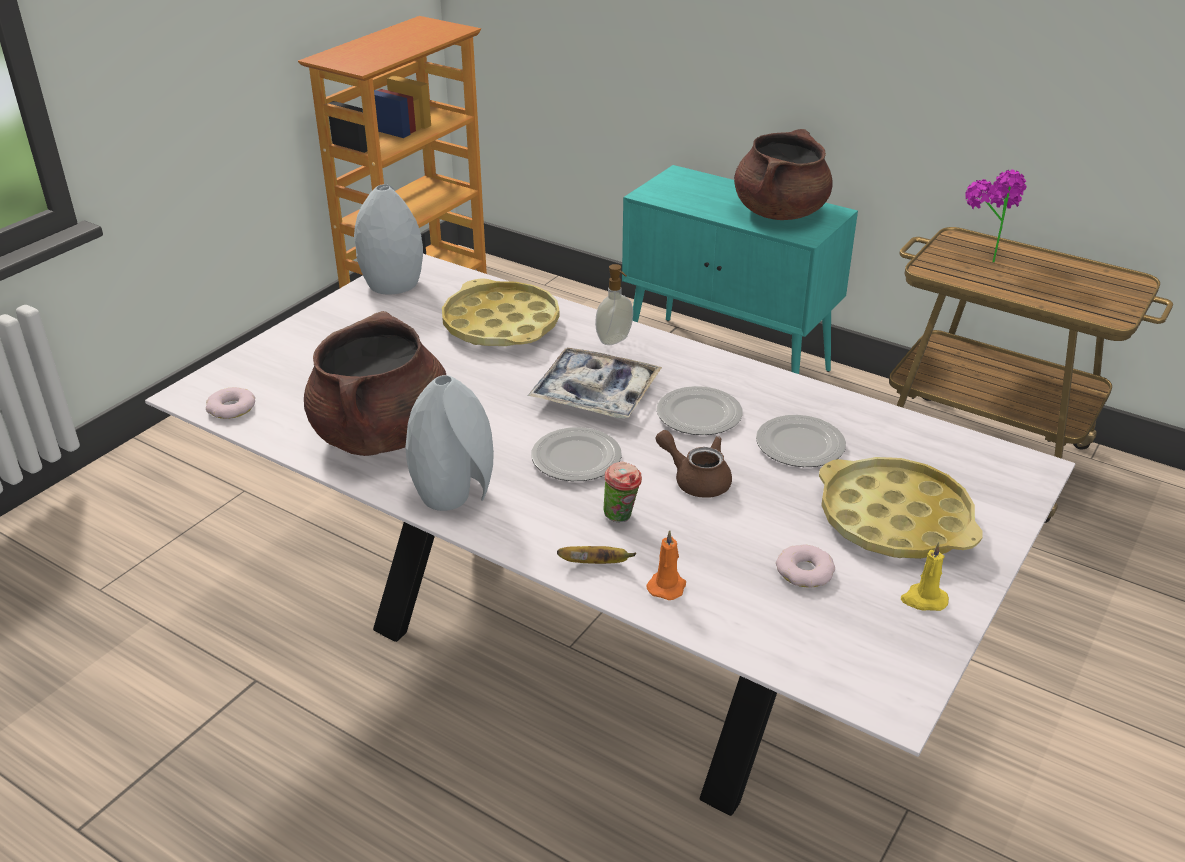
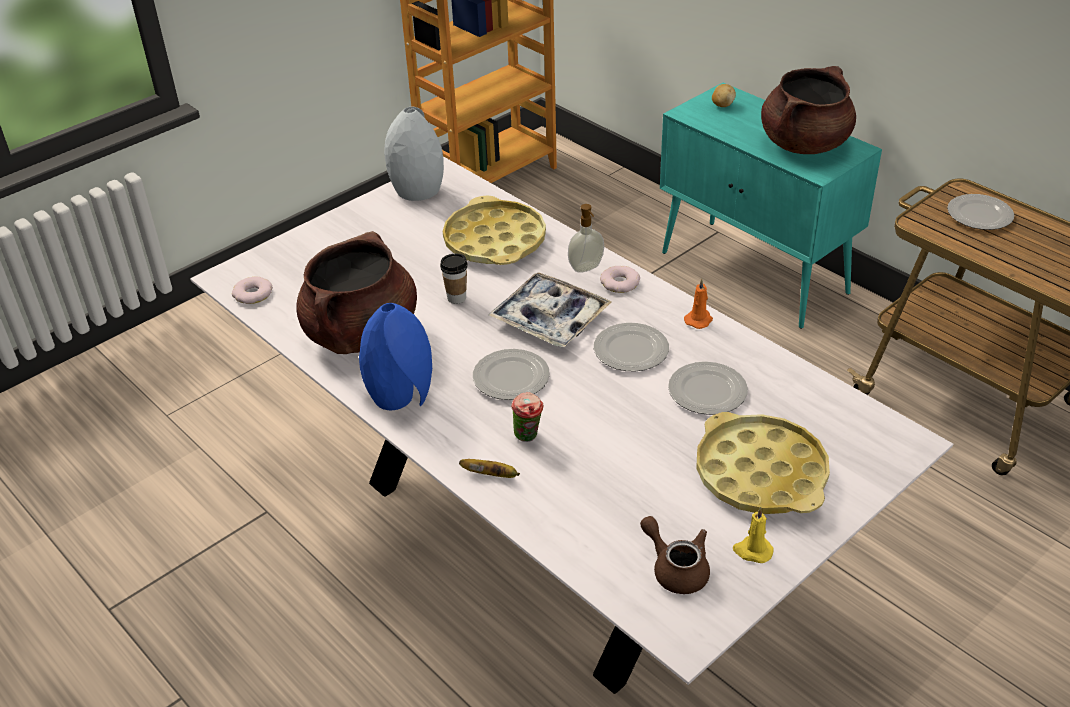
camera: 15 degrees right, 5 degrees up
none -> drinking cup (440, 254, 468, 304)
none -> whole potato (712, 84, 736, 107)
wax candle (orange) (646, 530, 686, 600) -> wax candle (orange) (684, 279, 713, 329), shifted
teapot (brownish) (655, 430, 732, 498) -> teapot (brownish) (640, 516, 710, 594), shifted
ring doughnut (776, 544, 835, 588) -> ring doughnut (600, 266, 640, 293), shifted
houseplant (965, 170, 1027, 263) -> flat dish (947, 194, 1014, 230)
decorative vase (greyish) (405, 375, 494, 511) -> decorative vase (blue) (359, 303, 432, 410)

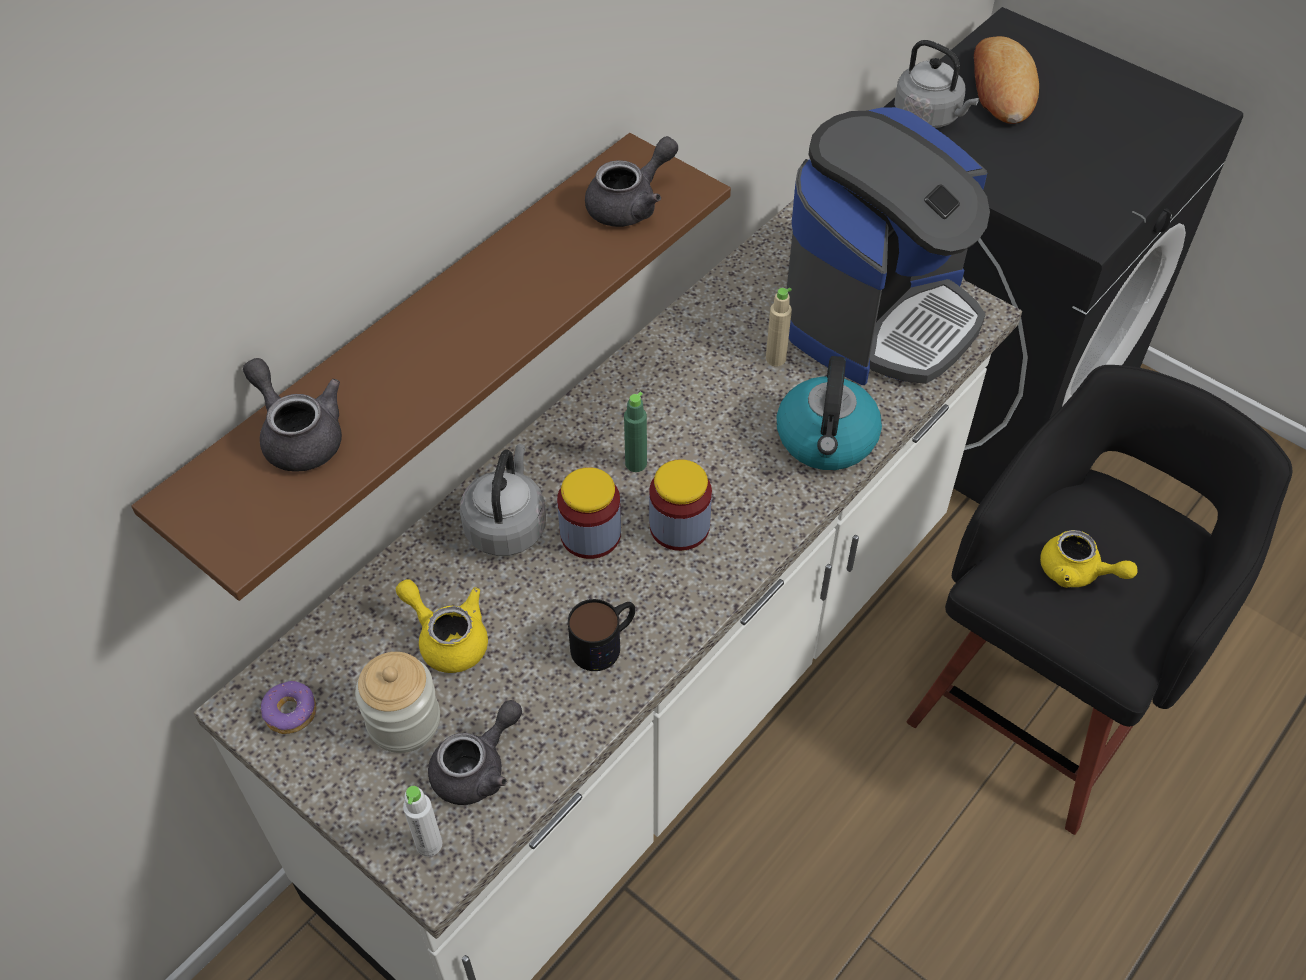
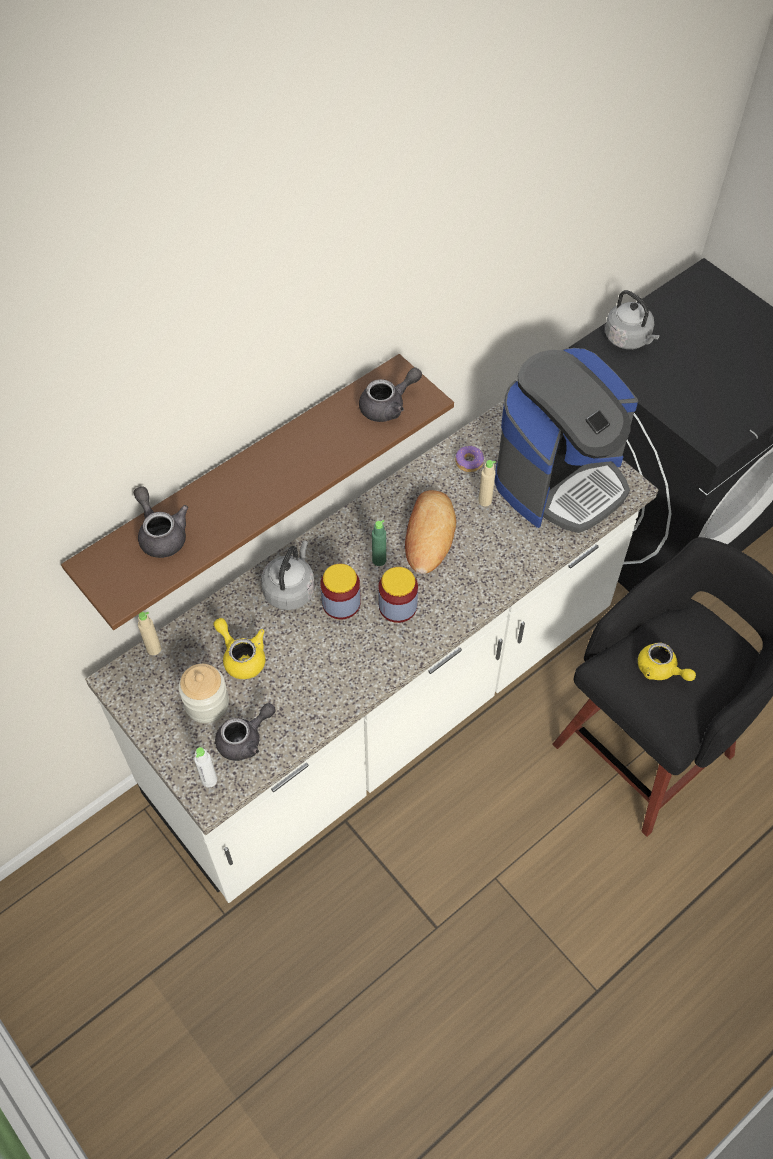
camera: 10 degrees right, 5 degrees up
mug (568, 599, 635, 671) -> none
tea kettle (777, 356, 882, 470) -> none
none -> bottle (sand-coloured) (138, 612, 161, 655)
ring doughnut (261, 681, 316, 734) -> ring doughnut (455, 446, 484, 472), shifted
baked bread (974, 36, 1039, 124) -> baked bread (405, 490, 456, 574), shifted

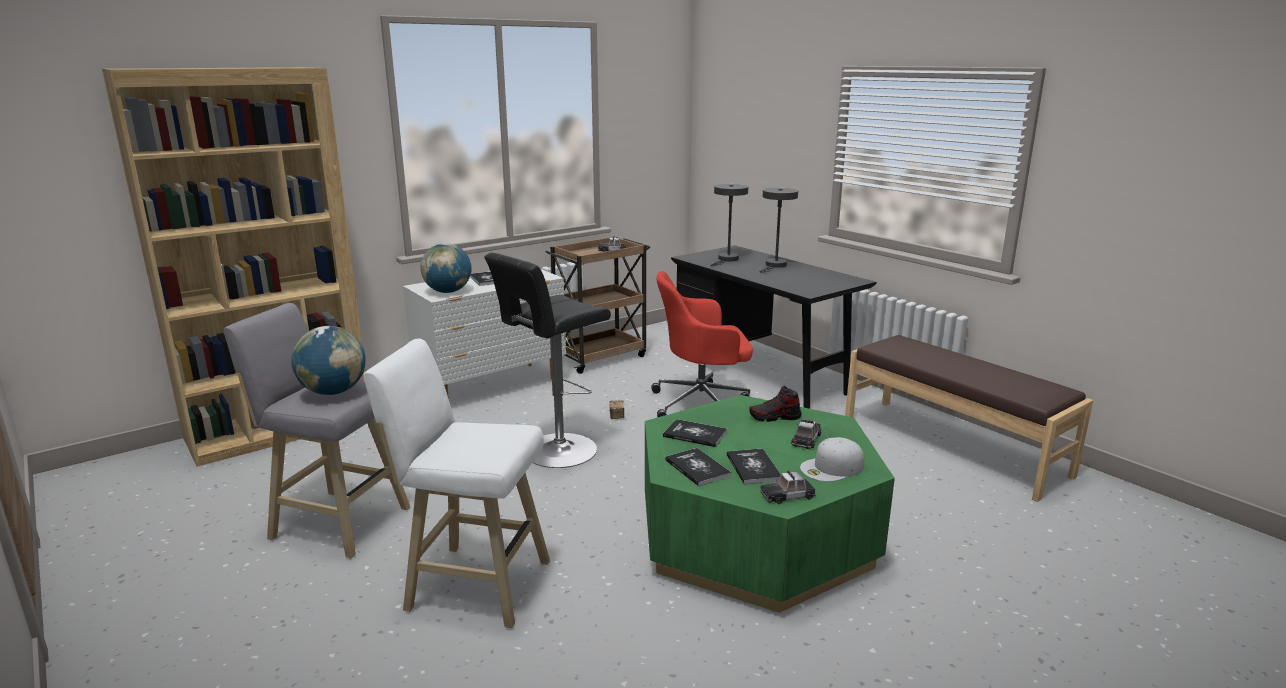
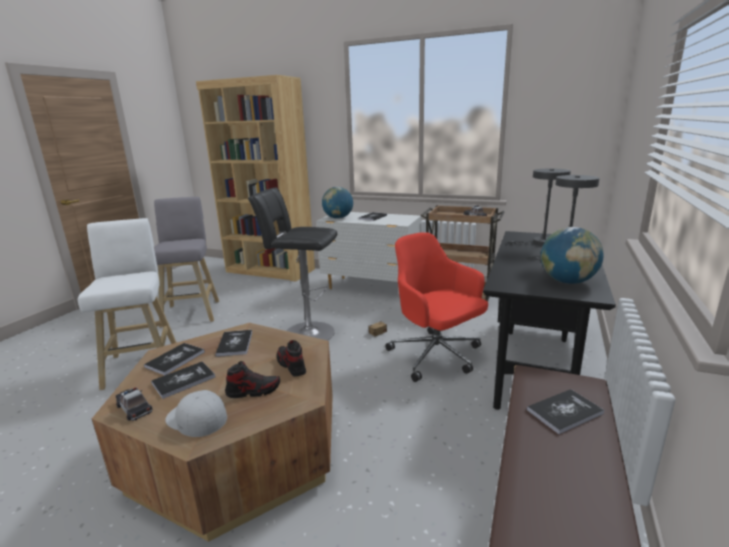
camera: 60 degrees right, 0 degrees up
none -> bound book (527, 389, 604, 434)
desk globe (291, 326, 366, 395) -> desk globe (541, 227, 603, 284), shifted
model car (791, 419, 821, 449) -> shoe (225, 361, 280, 398)
lounge table (greenish) (645, 395, 895, 613) -> lounge table (brownish) (92, 323, 333, 542)

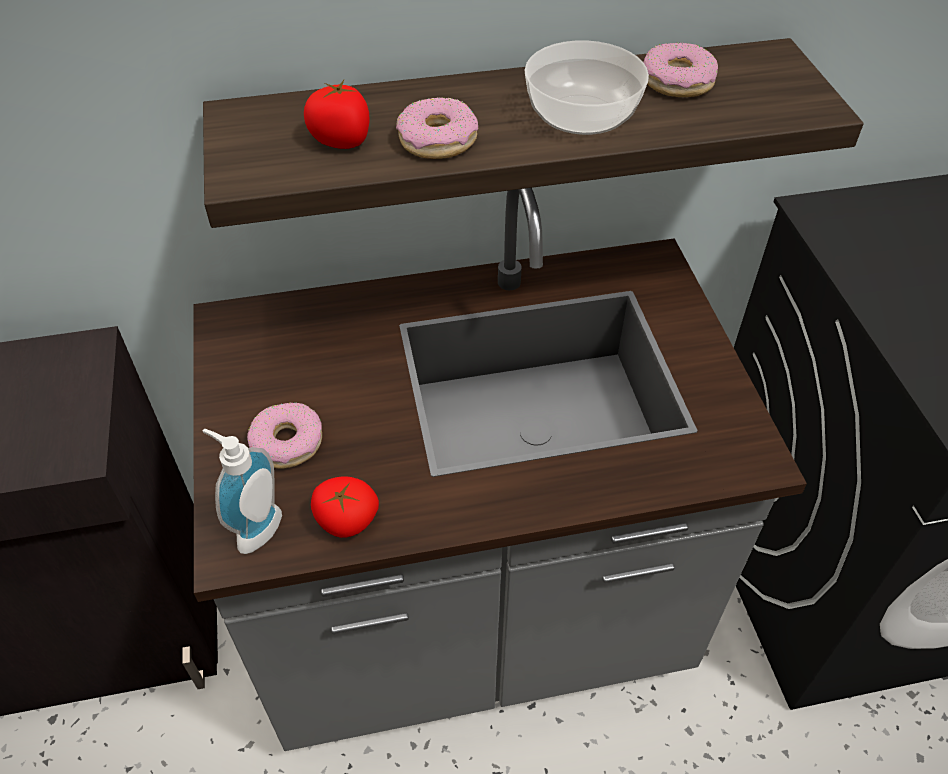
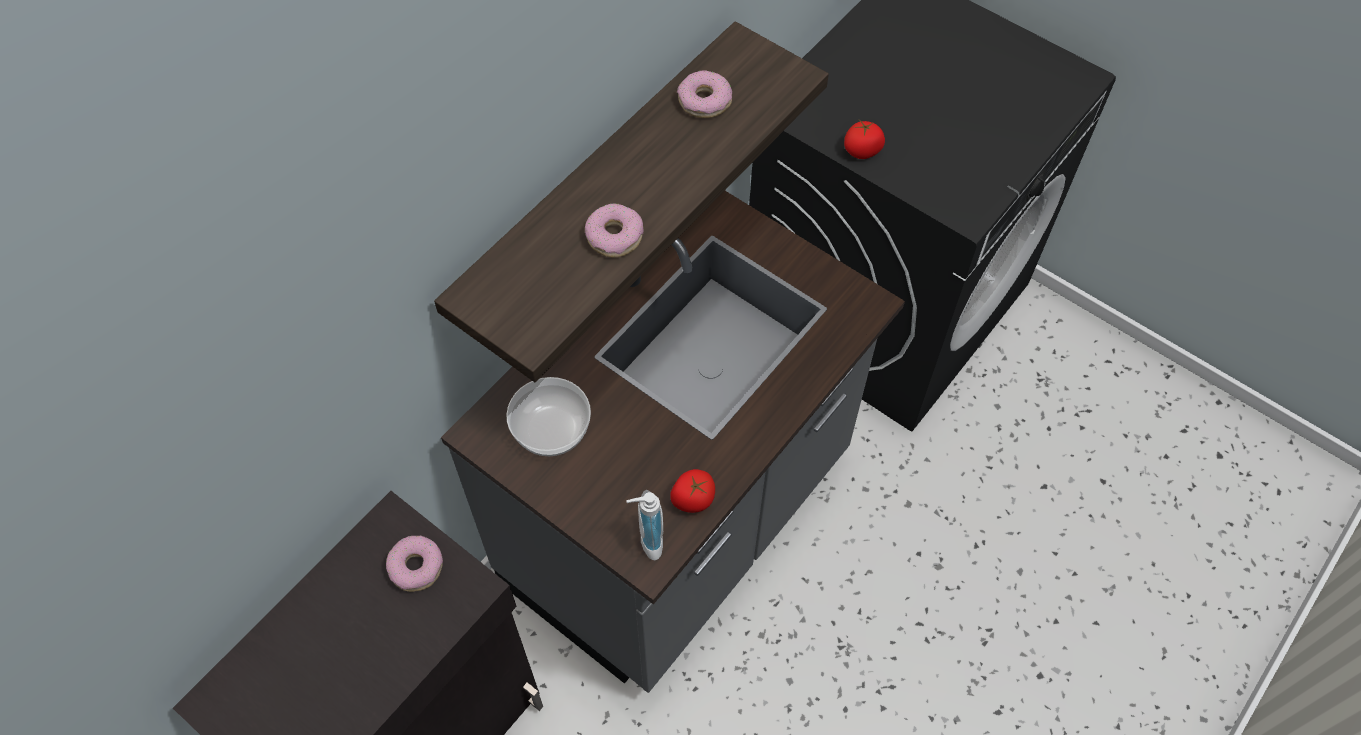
camera: 40 degrees left, 10 degrees up
ring doughnut (247, 403, 322, 469) -> ring doughnut (386, 536, 443, 592), shifted
fresh tomato (304, 80, 370, 149) -> fresh tomato (844, 121, 885, 159), shifted
deep dish (525, 40, 649, 135) -> deep dish (506, 377, 591, 456), shifted

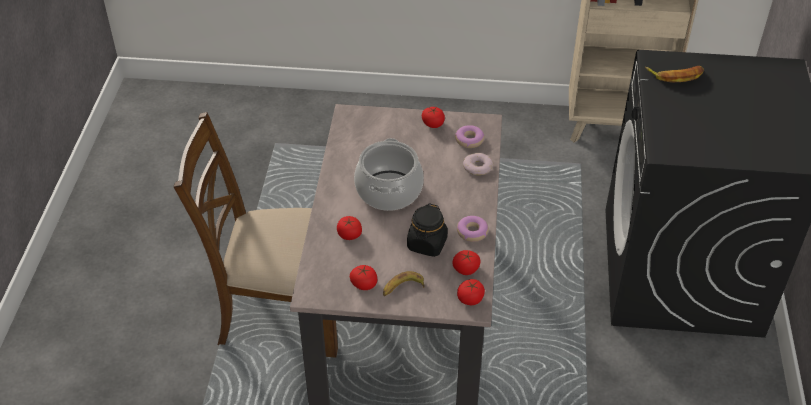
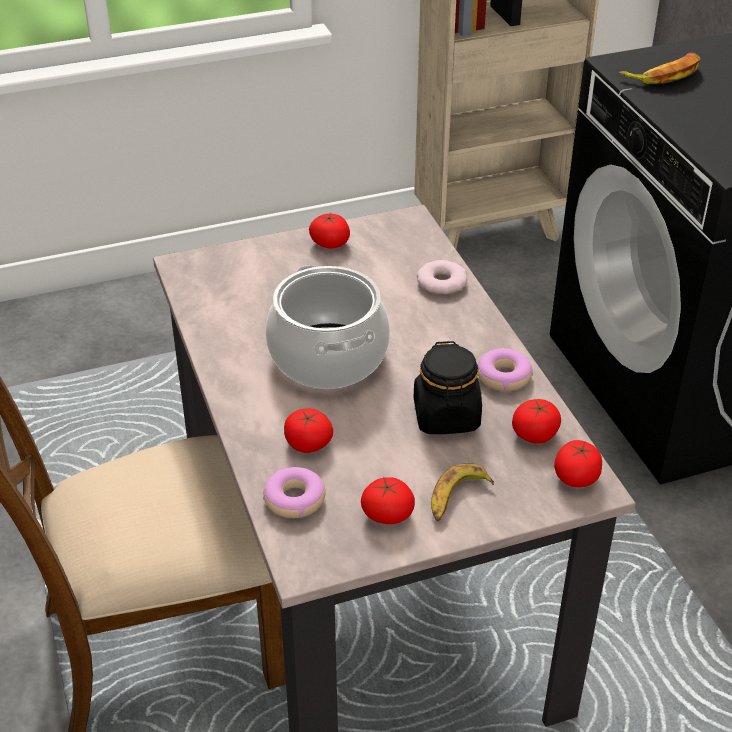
camera: 25 degrees left, 5 degrees down
ring doughnut (455, 125, 485, 148) -> ring doughnut (263, 467, 326, 518), shifted

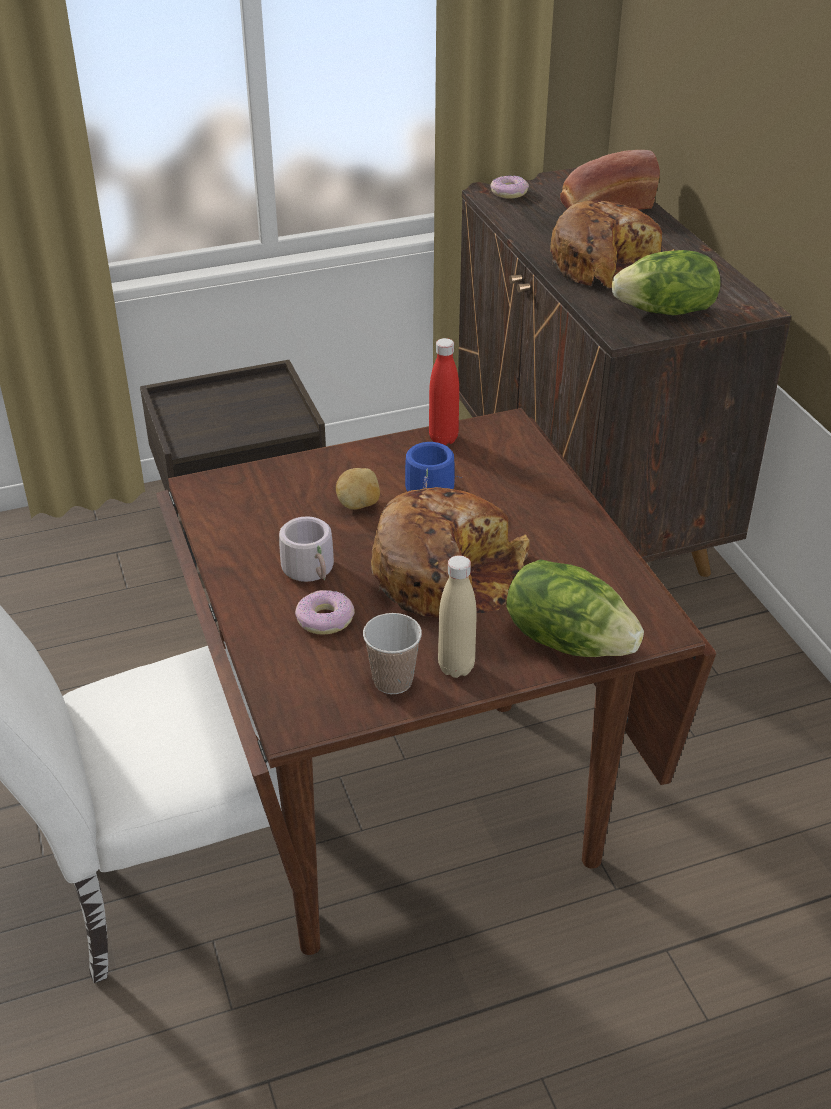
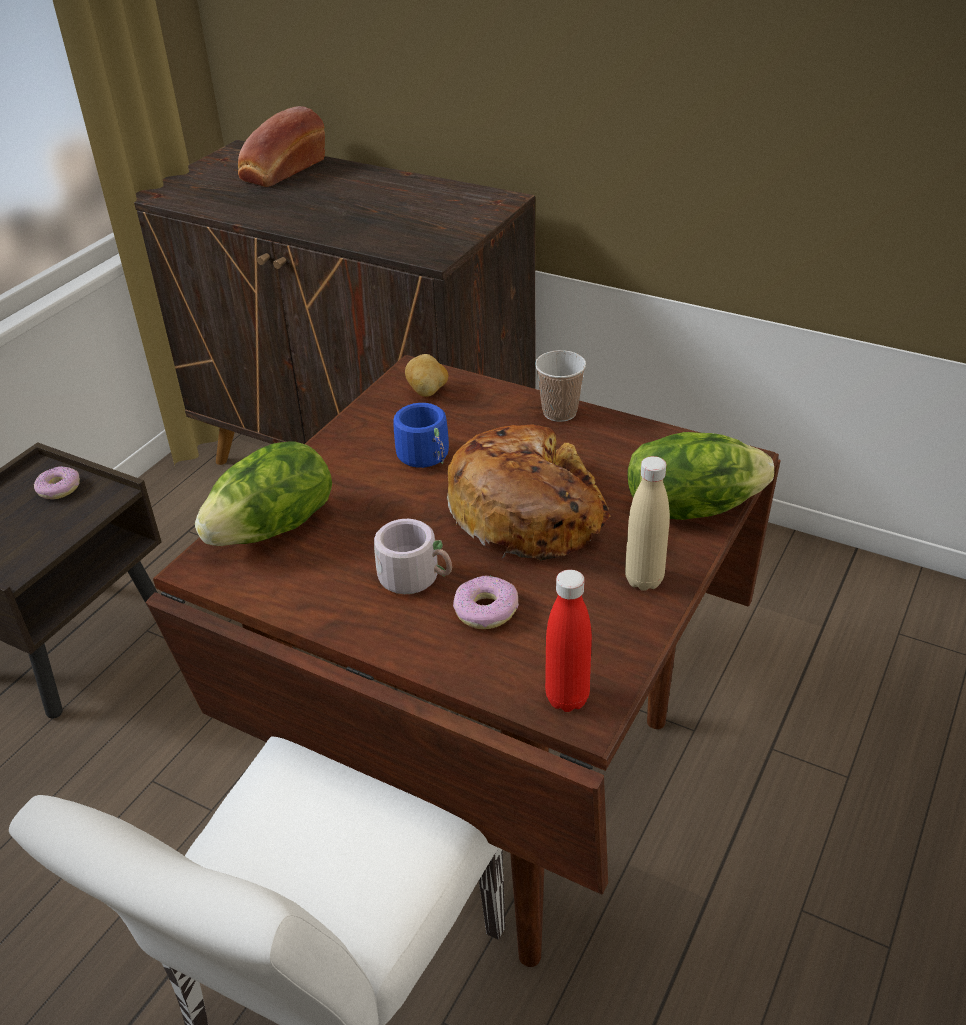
camera: 40 degrees left, 0 degrees up
baked bread (550, 201, 675, 288) -> none
whole potato (336, 468, 380, 510) -> whole potato (405, 354, 448, 397), shifted
drinking cup (363, 613, 422, 694) -> drinking cup (535, 350, 586, 422), shifted
bottle (reddish) (429, 338, 459, 445) -> bottle (reddish) (545, 570, 592, 712), shifted
ring doughnut (490, 175, 529, 198) -> ring doughnut (34, 466, 80, 500), shifted
head of lettuce (612, 250, 721, 315) -> head of lettuce (195, 441, 332, 546), shifted

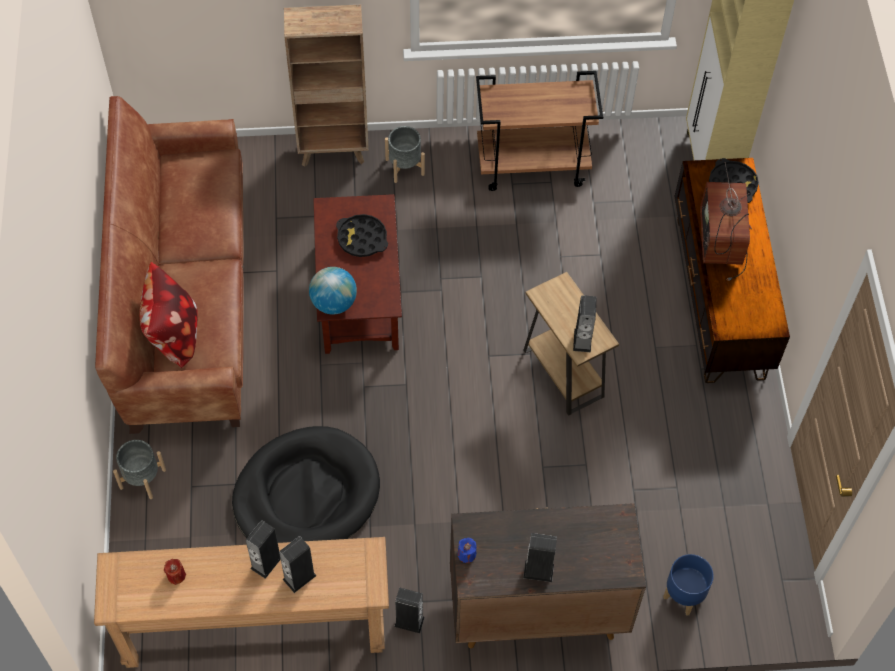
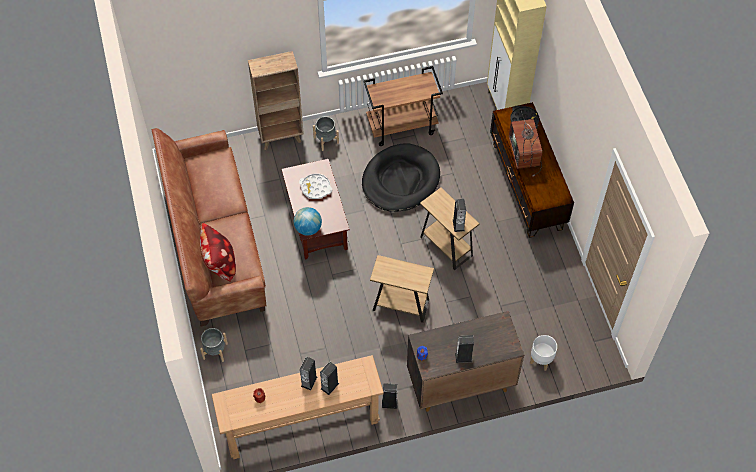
camera: 10 degrees left, 0 degrees up
none -> accent table (brownish) (370, 255, 434, 323)
dog cushion (black) (232, 426, 380, 543) -> dog cushion (black) (362, 143, 440, 212), shifted
tray (black) (336, 214, 388, 257) -> tray (whitish) (299, 173, 332, 199)
planter (blue) (663, 554, 714, 616) -> planter (whitish) (530, 335, 557, 371)

